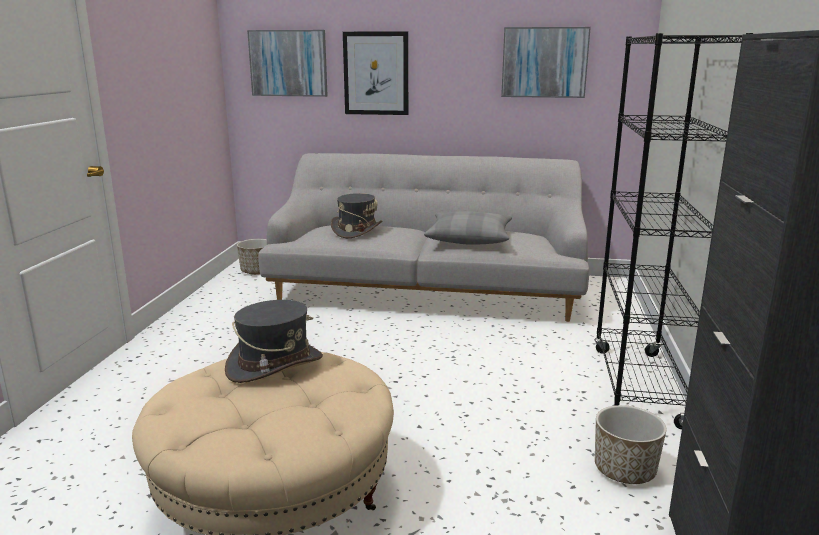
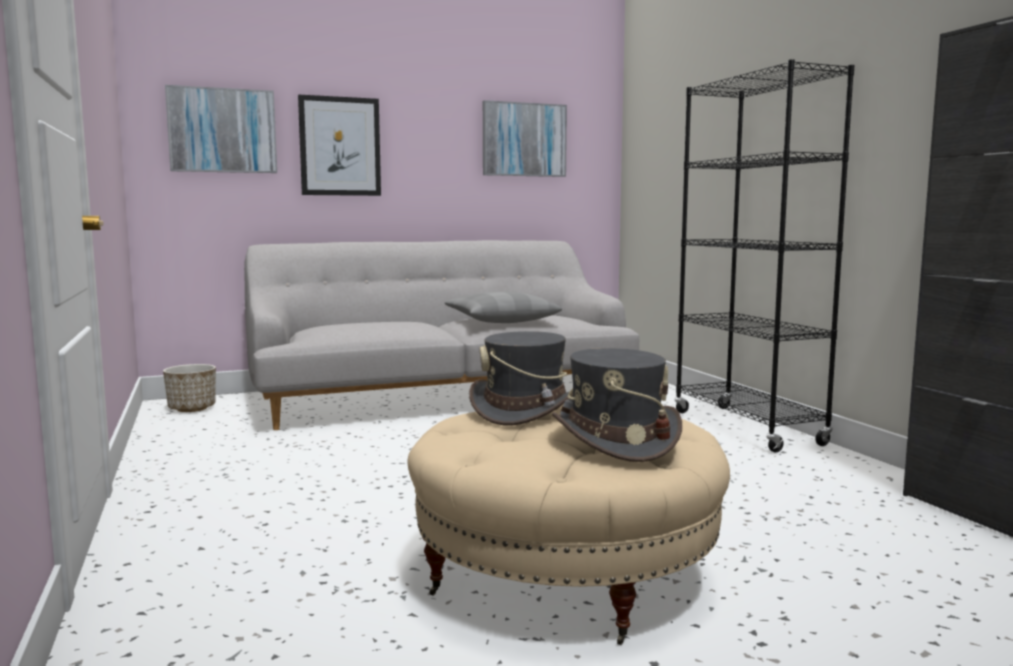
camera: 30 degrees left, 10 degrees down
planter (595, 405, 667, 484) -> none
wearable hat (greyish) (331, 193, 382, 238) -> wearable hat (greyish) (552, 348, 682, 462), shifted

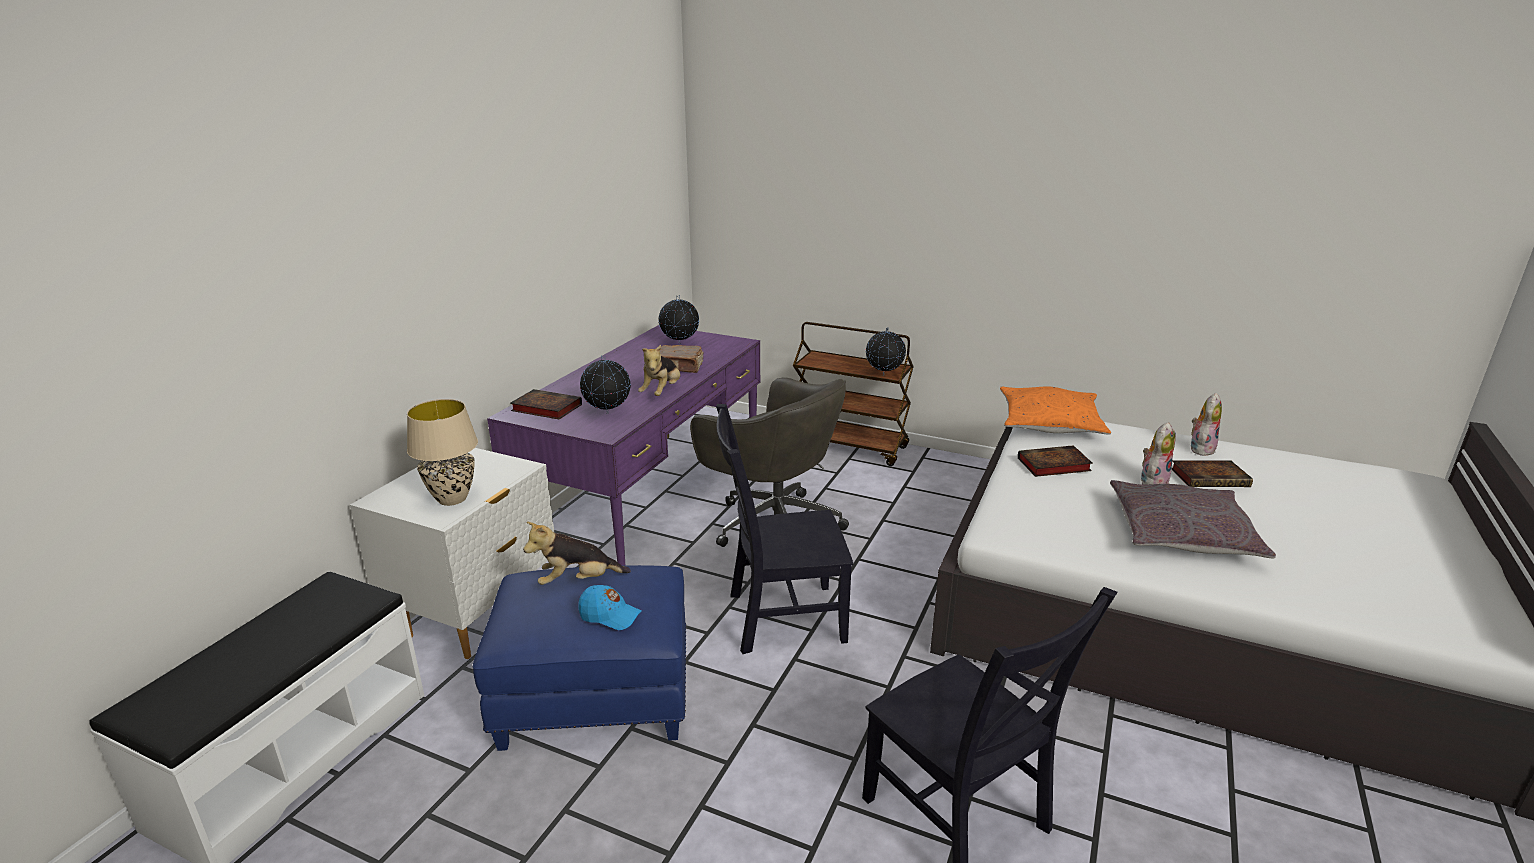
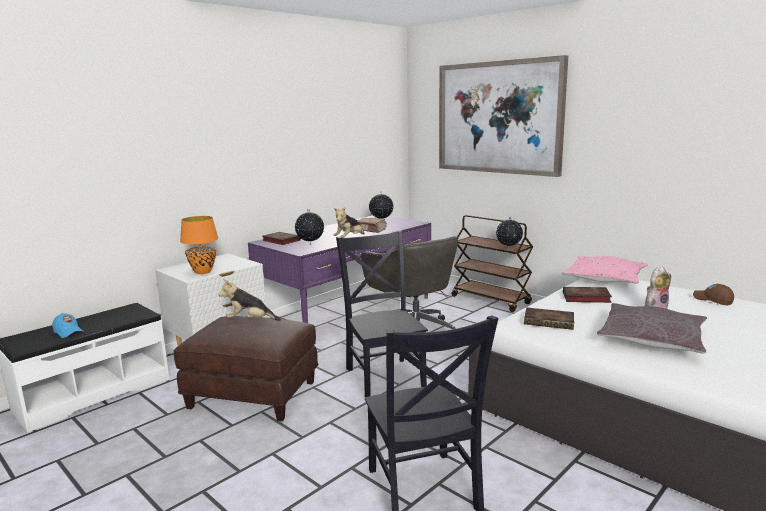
camera: 20 degrees right, 10 degrees down
none -> wall art (439, 55, 568, 177)
baseball cap (blue) (578, 585, 642, 630) -> baseball cap (blue) (53, 313, 84, 338), shifted
bound book (1171, 460, 1253, 487) -> bound book (524, 307, 574, 330), shifted
plush toy (1191, 393, 1222, 456) -> baseball cap (brownish) (693, 284, 734, 306)
tabletop lamp (sand-coloured) (407, 399, 478, 506) -> tabletop lamp (orange) (180, 216, 219, 274)
footrest (blue) (473, 565, 686, 751) -> footrest (brownish) (173, 316, 318, 421)
cushion (orange) (1000, 387, 1111, 435) -> cushion (pinkish) (563, 256, 648, 284)
upright chair (black) (716, 404, 853, 654) -> upright chair (black) (336, 231, 428, 397), 60 degrees clockwise

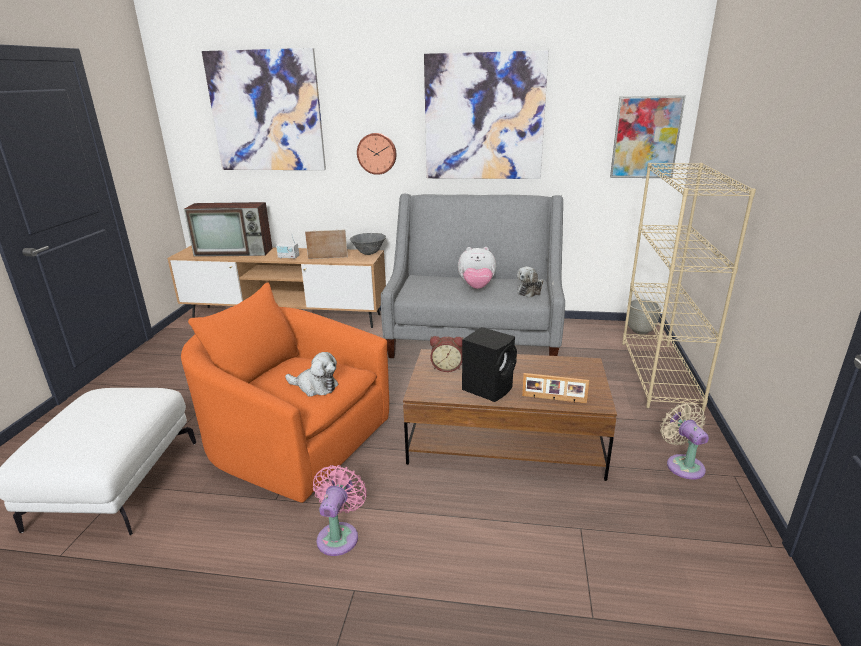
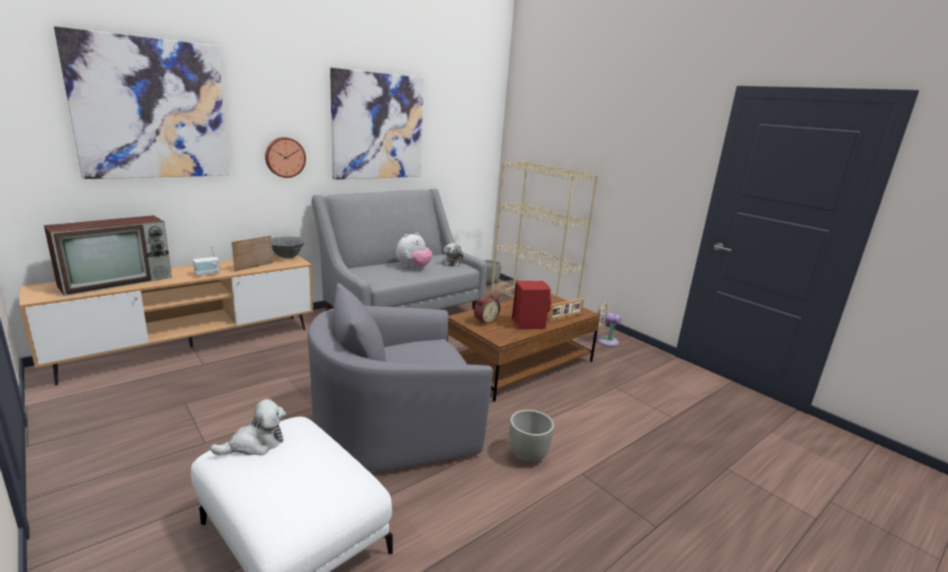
camera: 50 degrees left, 5 degrees down
wall art (610, 95, 686, 178) -> none
plush toy (285, 352, 338, 397) -> plush toy (210, 399, 286, 456), shifted
electric fan (pinkish) (313, 465, 367, 556) -> planter (greyish) (509, 410, 554, 463)
easy chair (orange) (181, 282, 389, 503) -> easy chair (greyish) (308, 283, 493, 471)
loudspeaker (black) (462, 327, 517, 402) -> loudspeaker (reddish) (512, 281, 551, 329)

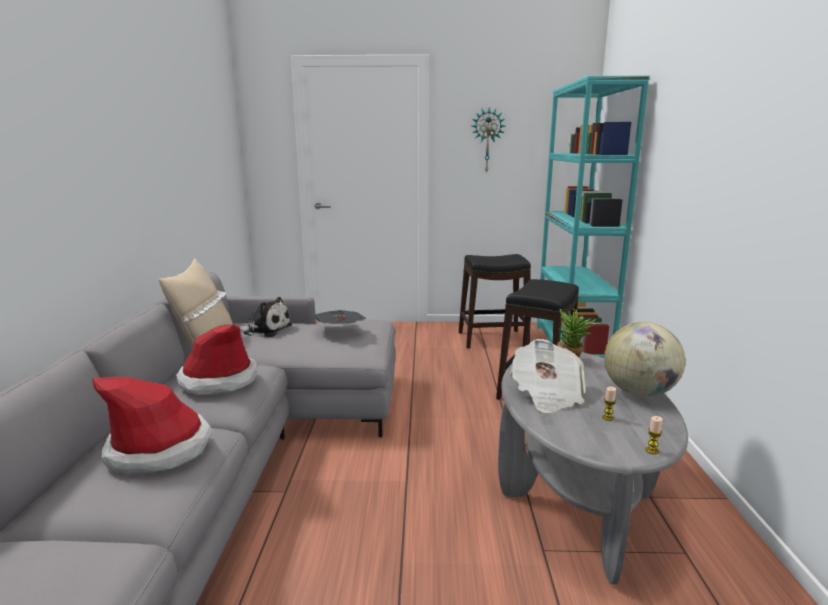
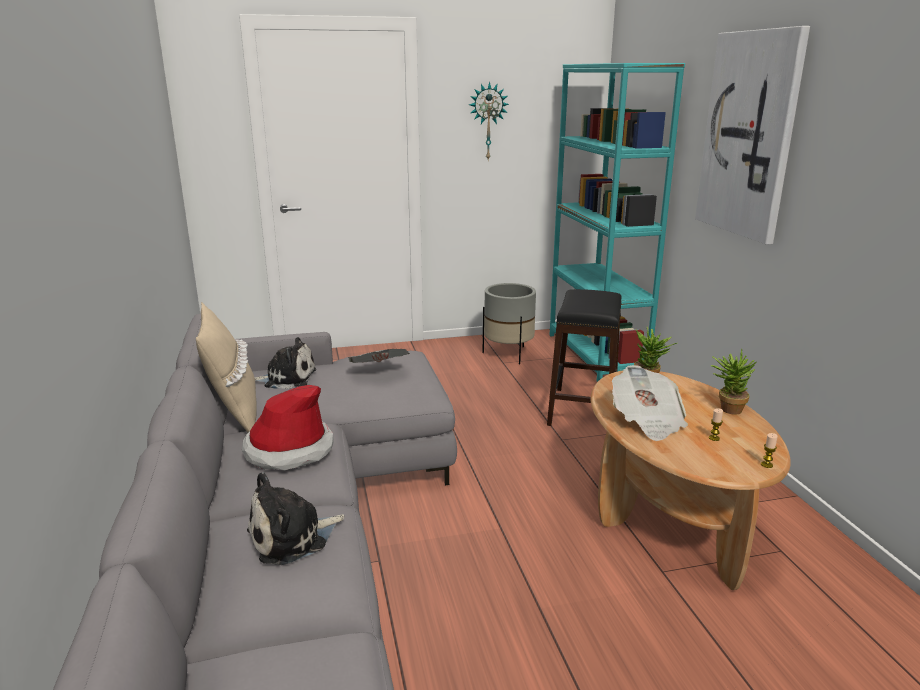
camera: 15 degrees left, 5 degrees up
none -> wall art (695, 26, 810, 244)
wearable hat (92, 376, 213, 476) -> plush toy (247, 472, 345, 565)
stool (black) (459, 254, 531, 349) -> planter (greyish) (483, 283, 536, 364)
desk globe (604, 322, 685, 397) -> houseplant (711, 349, 756, 415)
lounge table (greyish) (498, 352, 688, 585) -> lounge table (brownish) (591, 371, 791, 590)

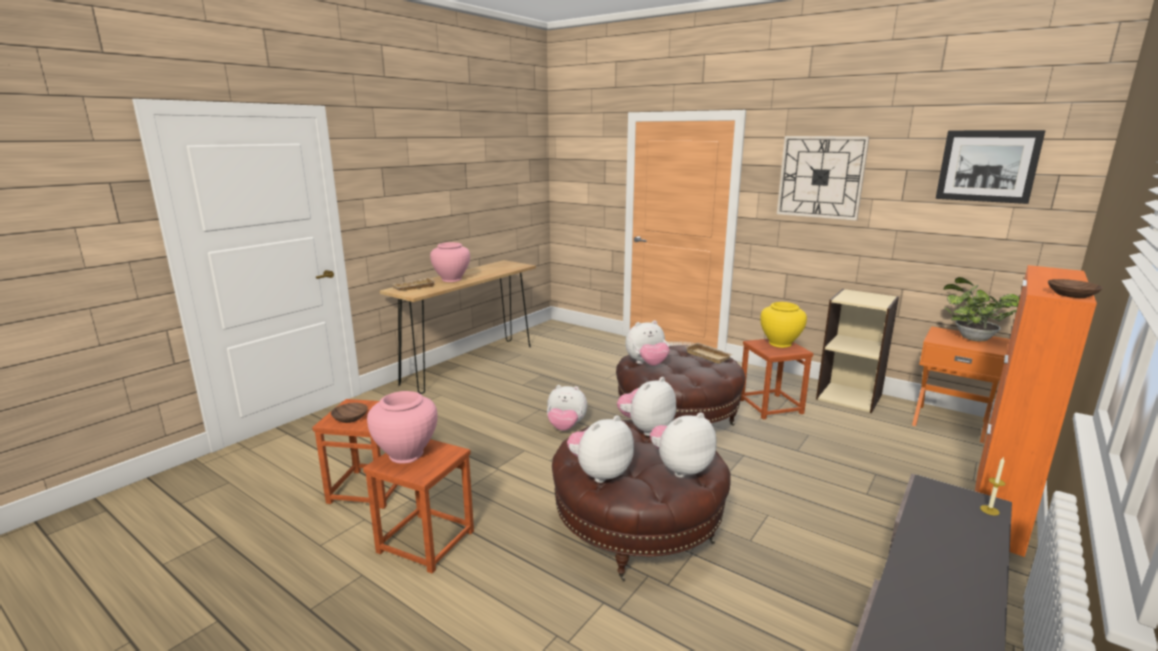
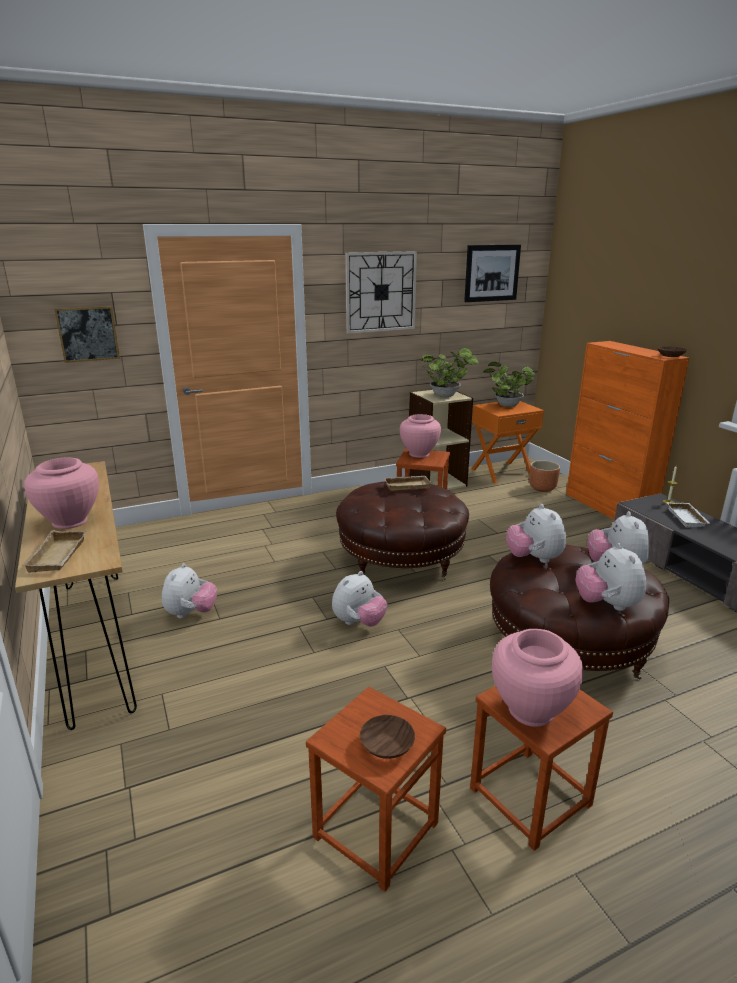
camera: 60 degrees left, 5 degrees up
none -> wall art (54, 306, 120, 363)
none -> houseplant (420, 348, 479, 398)
none -> planter (brownish) (529, 460, 560, 492)
none -> tray (whitish) (667, 502, 711, 527)
plush toy (626, 320, 670, 366) -> plush toy (162, 563, 217, 618), shifted
decorative vase (yellow-coloured) (760, 302, 807, 348) -> decorative vase (pinkish) (400, 414, 441, 458)

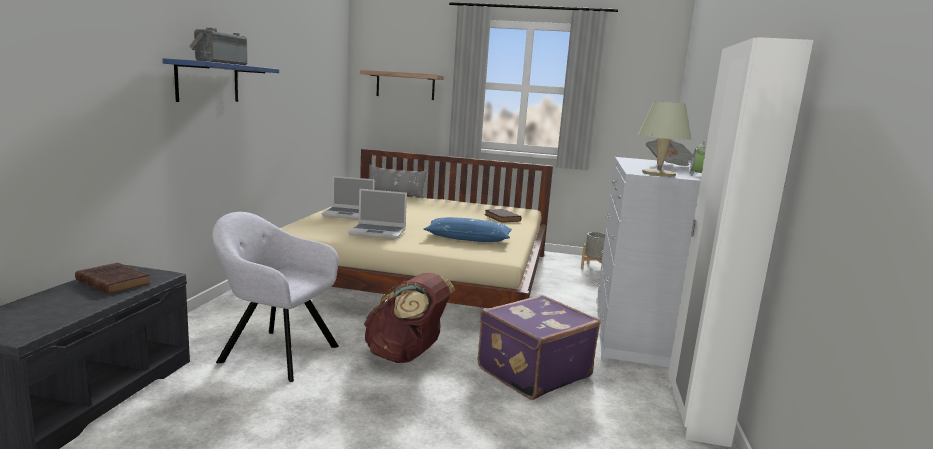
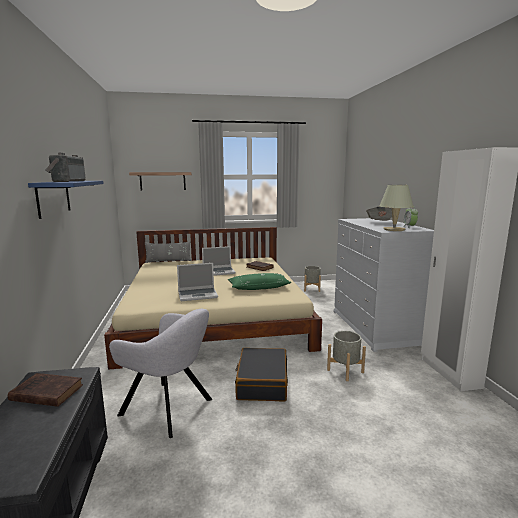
camera: 20 degrees left, 0 degrees up
notebook computer (322, 176, 375, 219) -> notebook computer (202, 246, 235, 276), shifted
rucksack (brownish) (364, 273, 455, 363) -> suitcase (black) (235, 348, 288, 401)
suitcase (purplish) (478, 294, 601, 400) -> planter (greyish) (327, 331, 366, 381)
cushion (blue) (424, 217, 512, 242) -> cushion (greenish) (228, 273, 292, 290)
easy chair (greyish) (212, 212, 339, 382) -> easy chair (greyish) (109, 309, 212, 438), 150 degrees counterclockwise

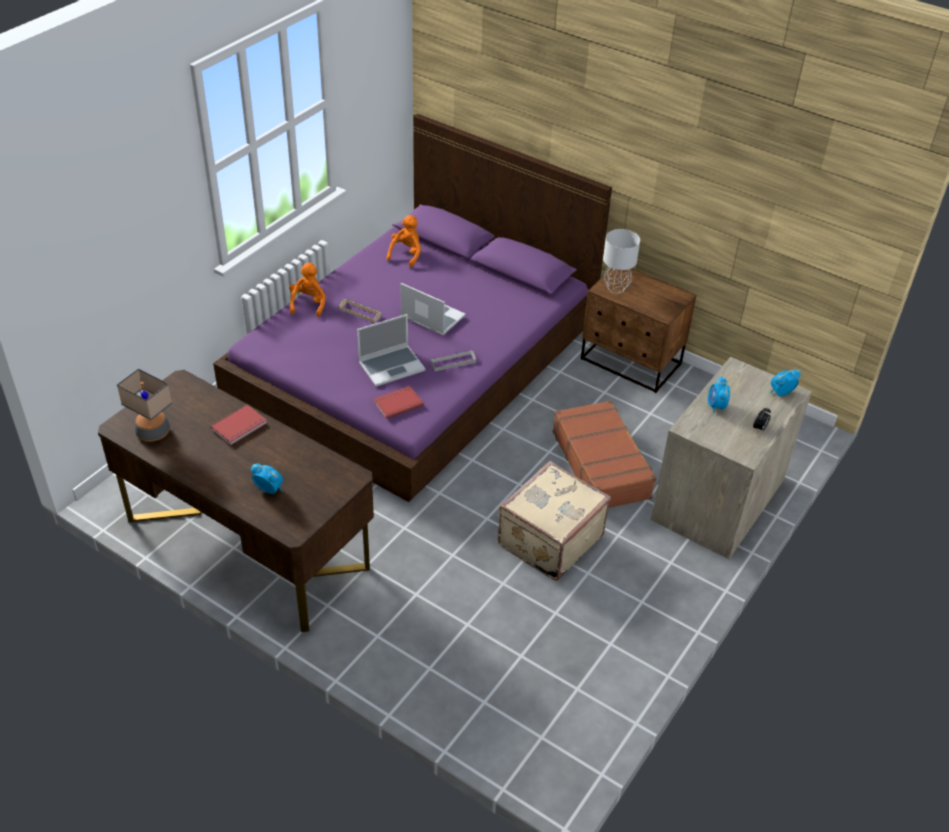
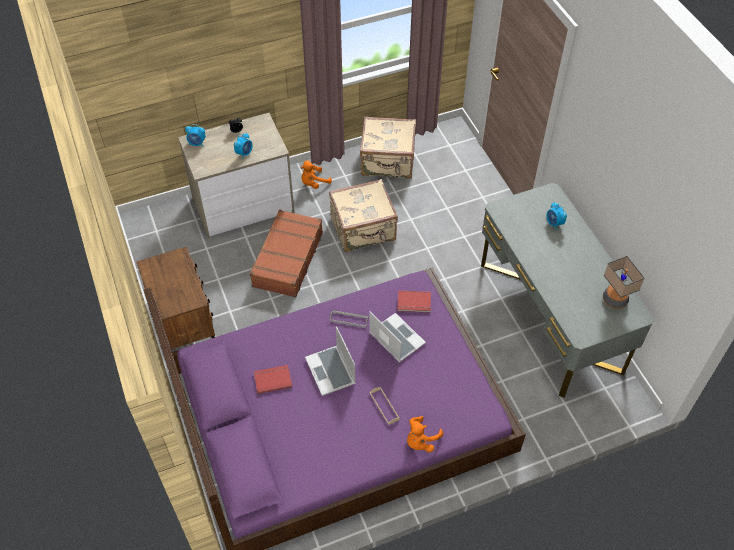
camera: 145 degrees left, 10 degrees up
tabletop lamp (greyish) (603, 229, 640, 293) -> none
none -> suitcase (sand-coloured) (360, 117, 416, 178)
bound book (reddish) (210, 405, 267, 445) -> bound book (reddish) (254, 365, 292, 394), shifted
plush toy (orange) (387, 215, 421, 268) -> plush toy (orange) (301, 161, 332, 189), shifted
desk unit (brownish) (98, 370, 374, 632) -> desk unit (greyish) (481, 183, 654, 398)
notebook computer (357, 314, 426, 386) -> notebook computer (369, 311, 426, 362), 45 degrees clockwise

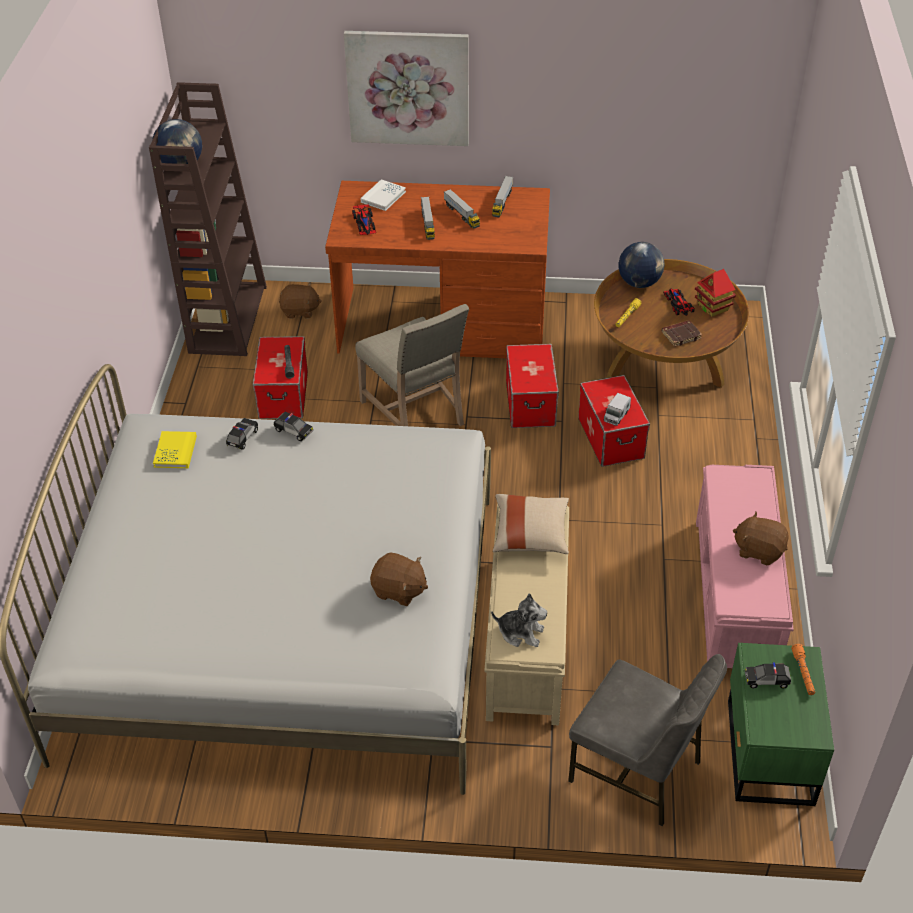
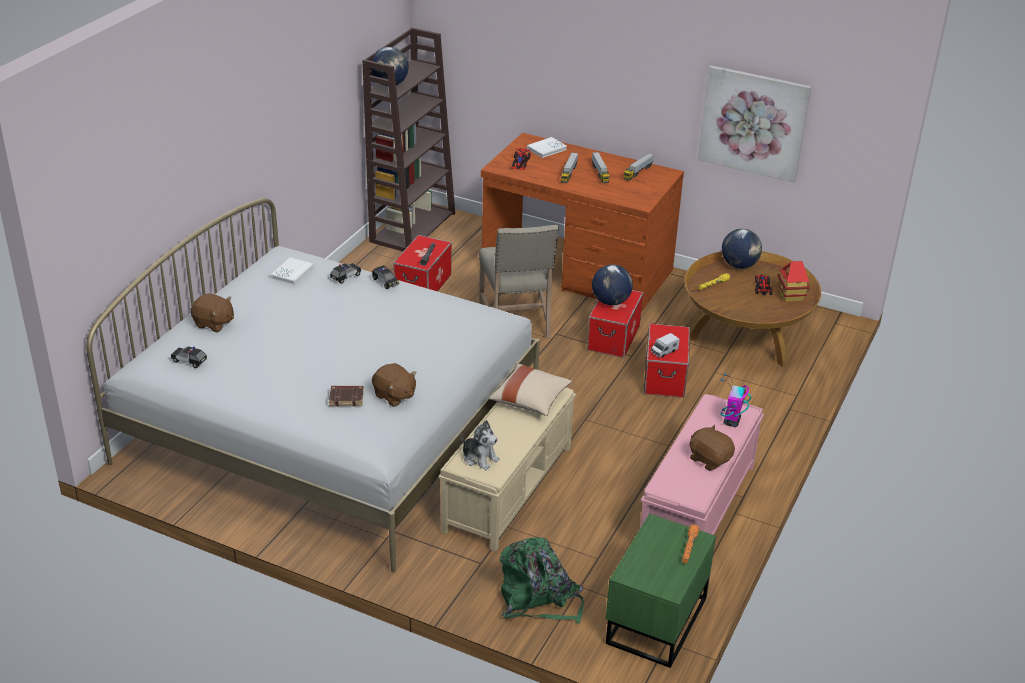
camera: 20 degrees right, 10 degrees down
none -> desk globe (592, 264, 633, 305)
none -> toy robot (721, 373, 752, 427)
plush toy (brownish) (279, 282, 322, 319) -> plush toy (brownish) (191, 293, 234, 332), shifted
wall art (344, 31, 469, 146) -> wall art (698, 65, 811, 183), shifted
bound book (brownish) (662, 320, 702, 347) -> bound book (brownish) (329, 386, 363, 407), shifted
model car (745, 662, 791, 688) -> model car (171, 346, 207, 368), shifted
upright chair (greyish) (568, 654, 727, 826) -> rucksack (greenish) (500, 538, 584, 624)
bound book (yellow-coloured) (153, 431, 197, 468) -> bound book (whitish) (271, 258, 314, 285)

